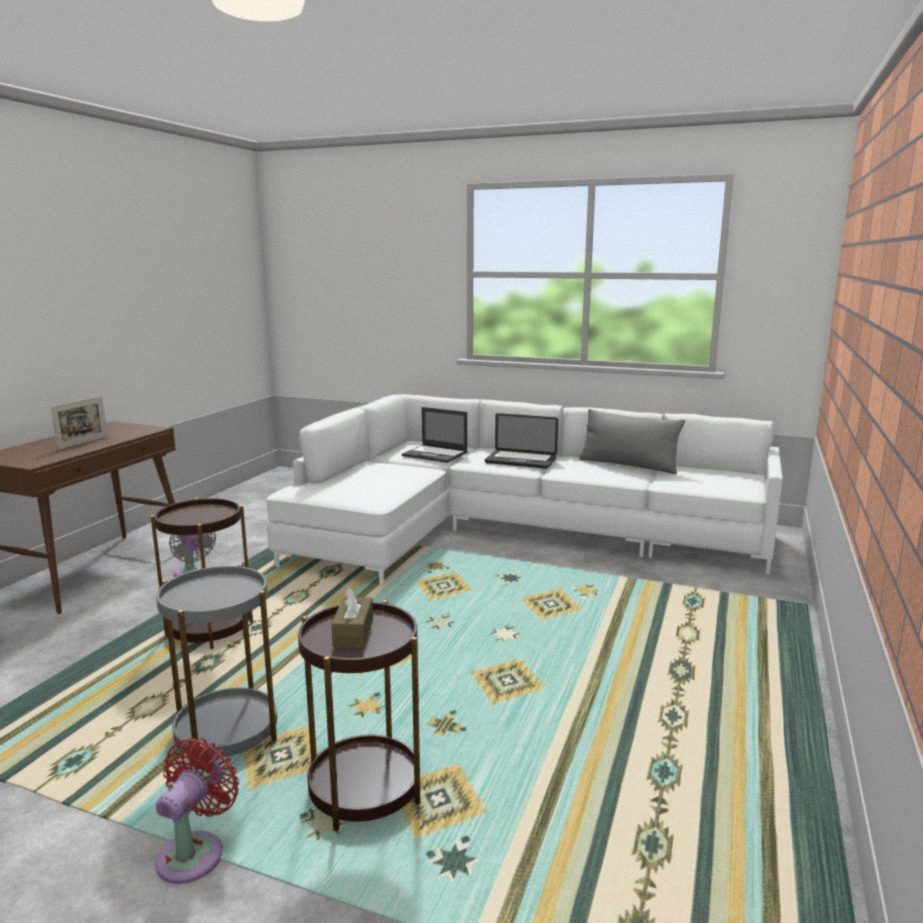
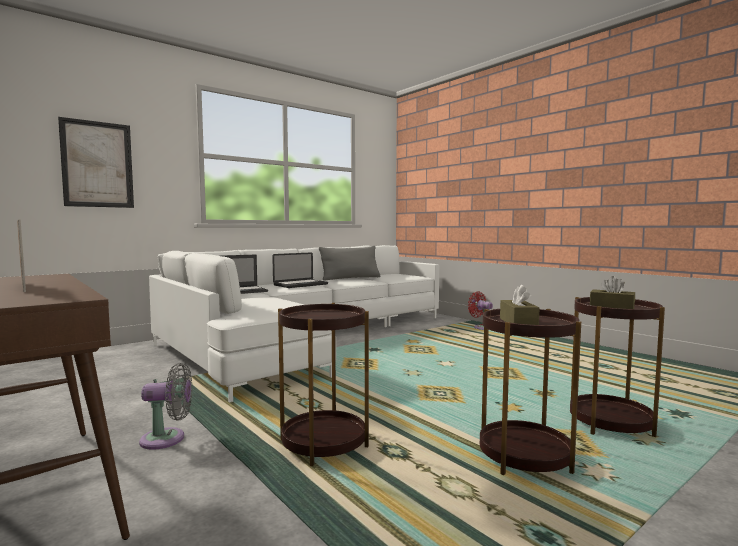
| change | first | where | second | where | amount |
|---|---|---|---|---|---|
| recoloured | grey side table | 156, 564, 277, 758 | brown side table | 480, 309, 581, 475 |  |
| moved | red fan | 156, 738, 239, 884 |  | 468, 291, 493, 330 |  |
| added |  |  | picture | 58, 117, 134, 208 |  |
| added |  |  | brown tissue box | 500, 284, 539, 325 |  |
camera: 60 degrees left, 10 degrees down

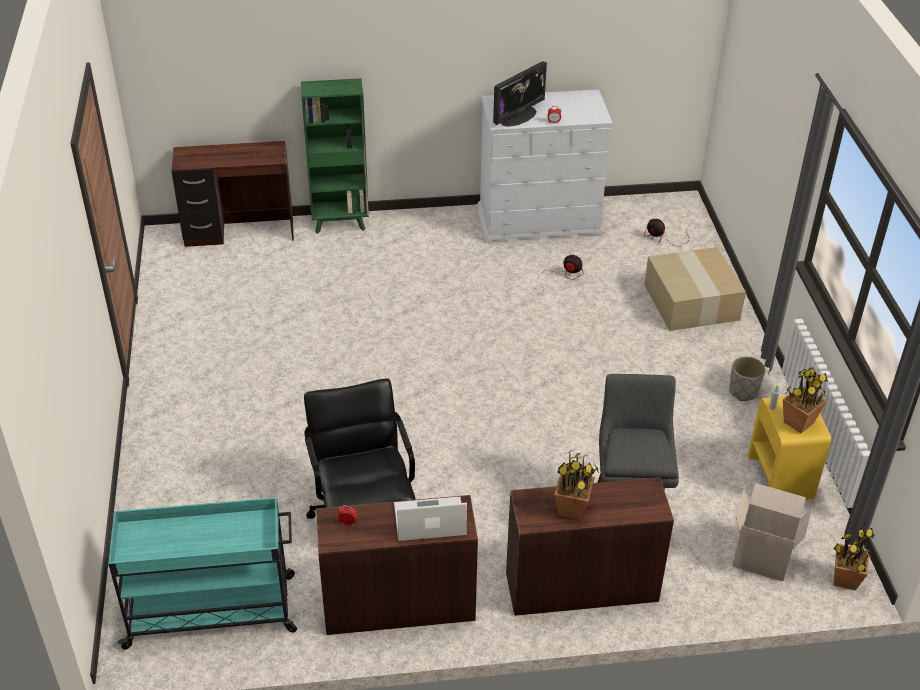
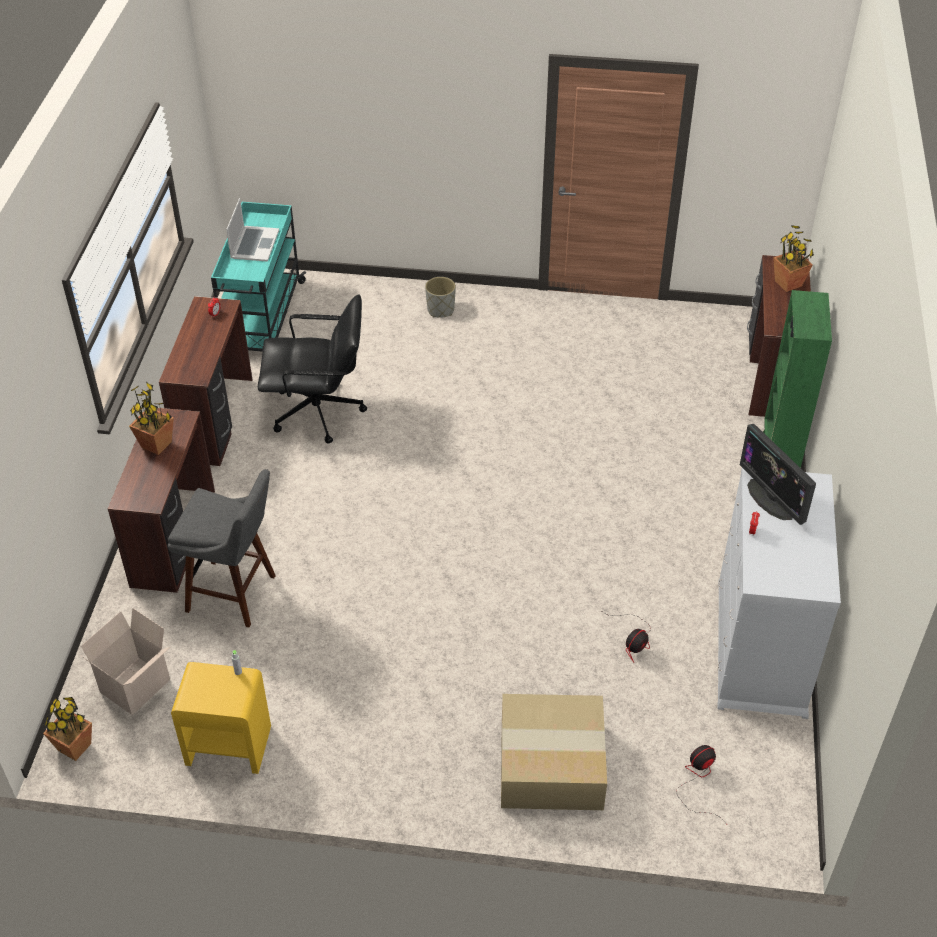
| change | first | where | second | where | amount |
|---|---|---|---|---|---|
| moved | laptop | 394, 497, 467, 541 |  | 226, 198, 279, 262 |  |
| moved | grey planter | 729, 357, 765, 401 |  | 425, 277, 456, 318 |  |
| moved | potted plant | 783, 368, 828, 433 |  | 773, 225, 814, 292 |  |
camera: 105 degrees right, 5 degrees up

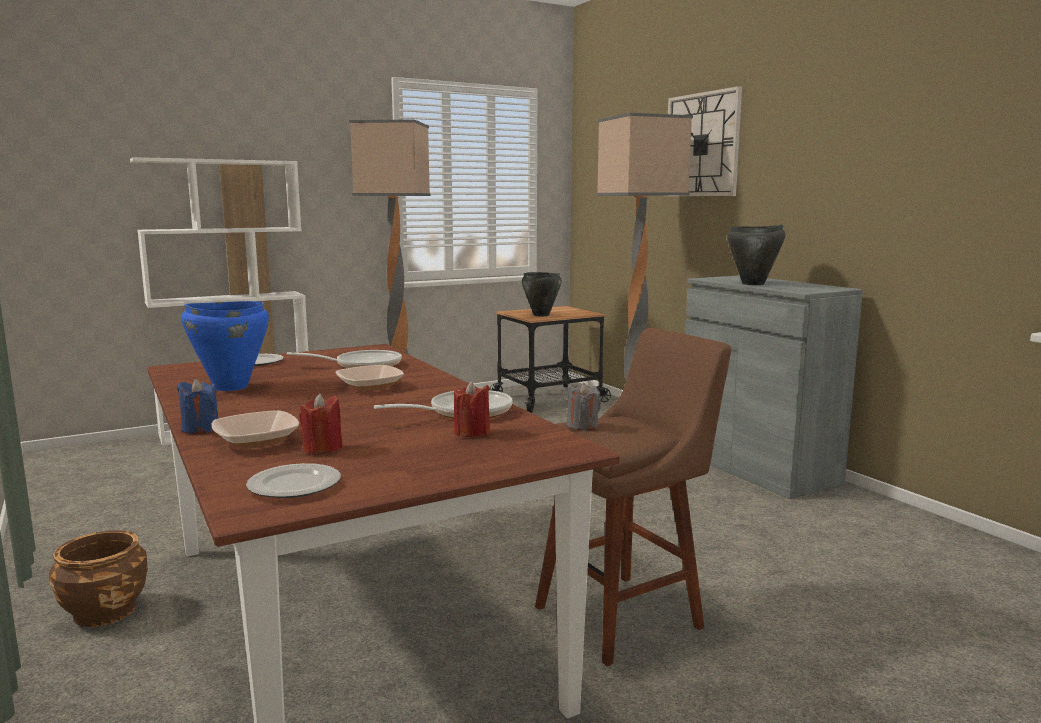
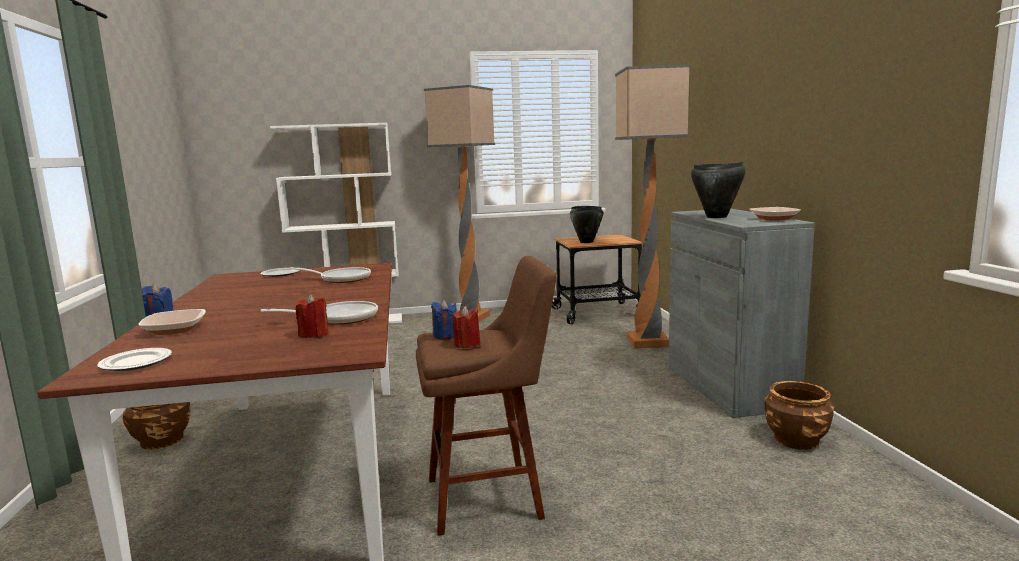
| change | first | where | second | where | amount |
|---|---|---|---|---|---|
| removed | blue cooking pot | 181, 301, 269, 391 |  |  |  |
| moved | red candle | 299, 393, 343, 455 |  | 452, 306, 480, 348 |  |
| moved | bowl | 336, 365, 404, 391 |  | 749, 207, 801, 221 |  |
| recoloured | grey candle | 567, 383, 601, 430 | blue candle | 431, 300, 457, 339 |  |
| removed | wall clock | 668, 86, 742, 196 |  |  |  |
| added |  |  | brown planter | 765, 381, 834, 450 |  |
camera: 20 degrees right, 0 degrees up

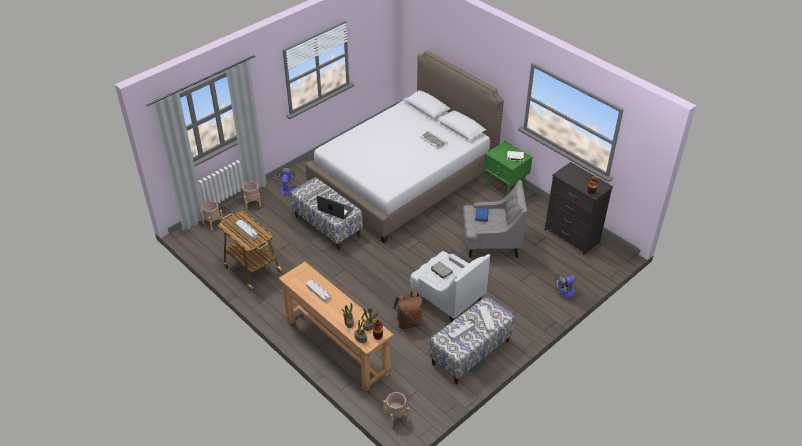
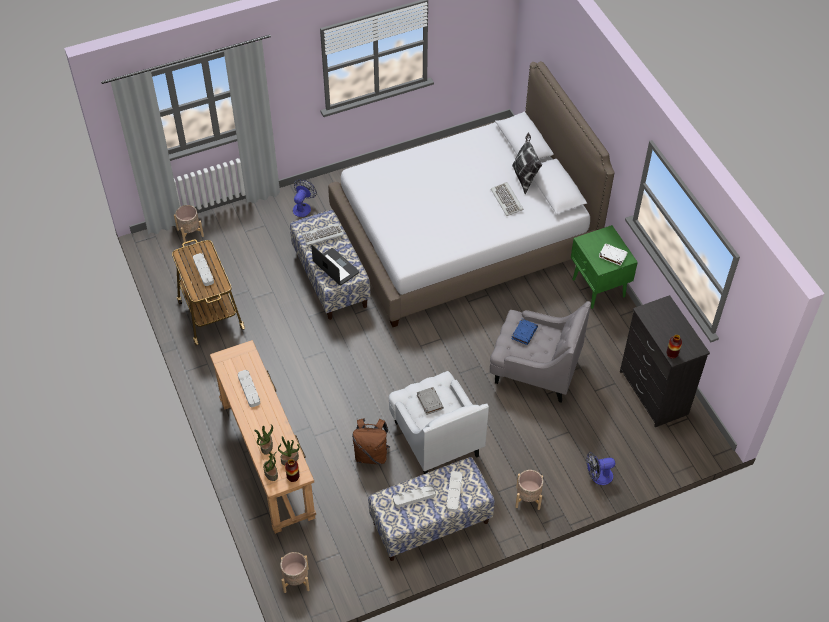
| change | first | where | second | where | amount |
|---|---|---|---|---|---|
| moved | beige planter | 242, 181, 261, 209 |  | 515, 470, 543, 510 |  |
| added |  |  | pillow | 512, 132, 542, 194 |  |
camera: 20 degrees right, 10 degrees up

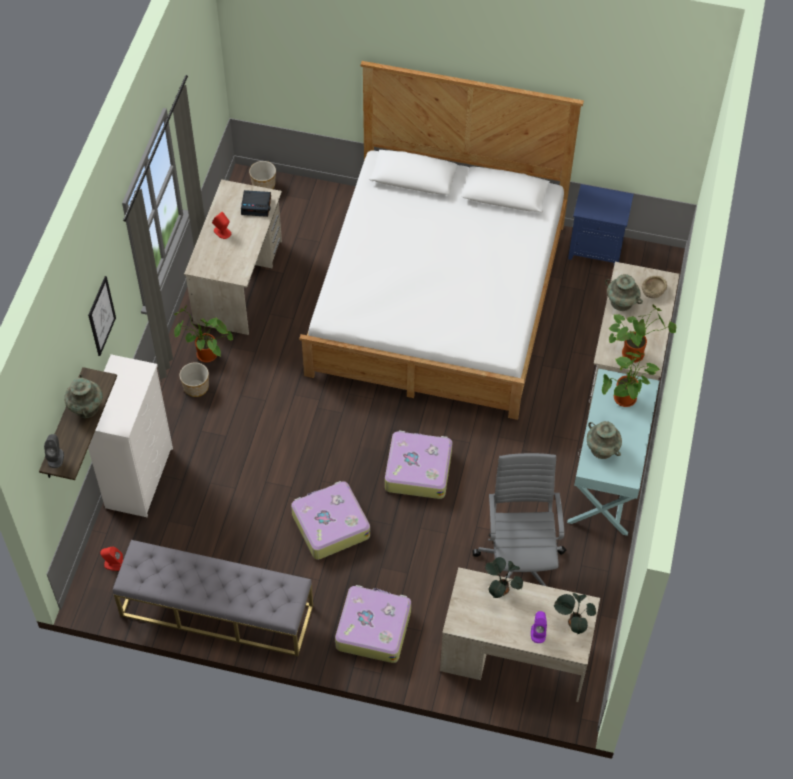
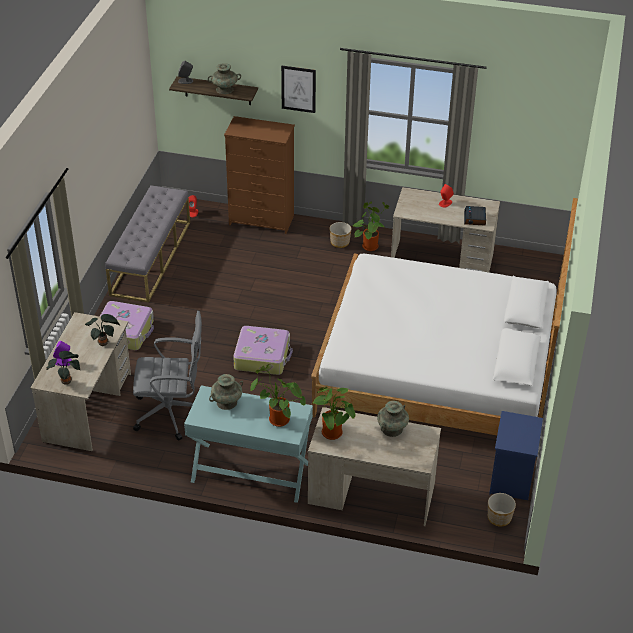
| change | first | where | second | where | amount |
|---|---|---|---|---|---|
| recoloured | white dresser | 88, 354, 173, 517 | brown dresser | 224, 116, 295, 234 |  |
| moved | planter | 249, 161, 276, 189 |  | 488, 493, 516, 527 |  |
| removed | suitcase | 291, 481, 370, 560 |  |  |  |
| removed | beige bowl | 642, 276, 667, 298 |  |  |  |
camera: 90 degrees right, 15 degrees down

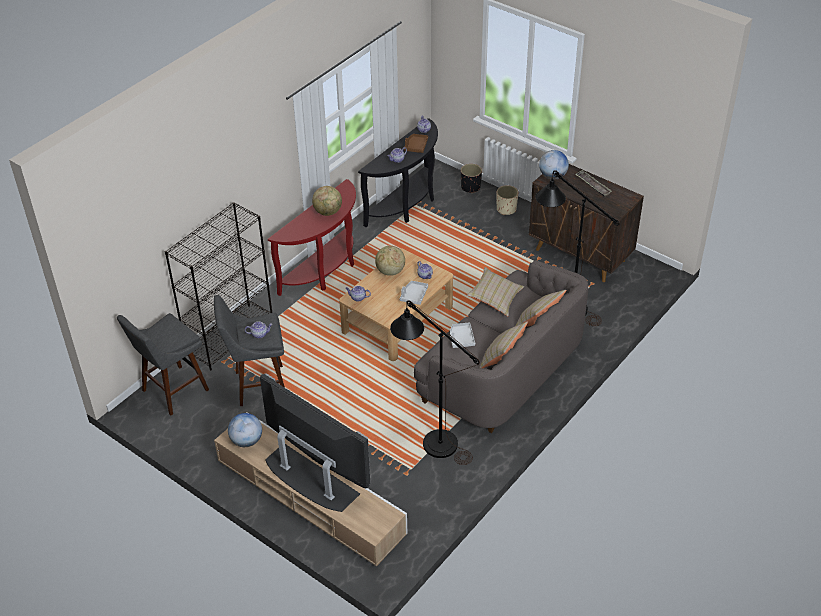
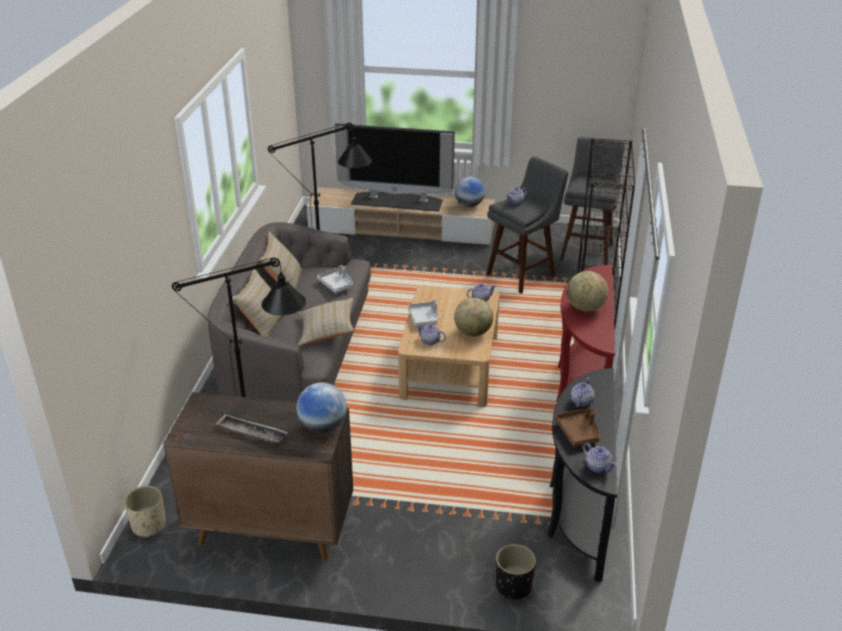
| change | first | where | second | where | amount |
|---|---|---|---|---|---|
| moved | beige planter | 496, 185, 518, 215 |  | 124, 486, 166, 538 |  |
camera: 150 degrees right, 10 degrees down

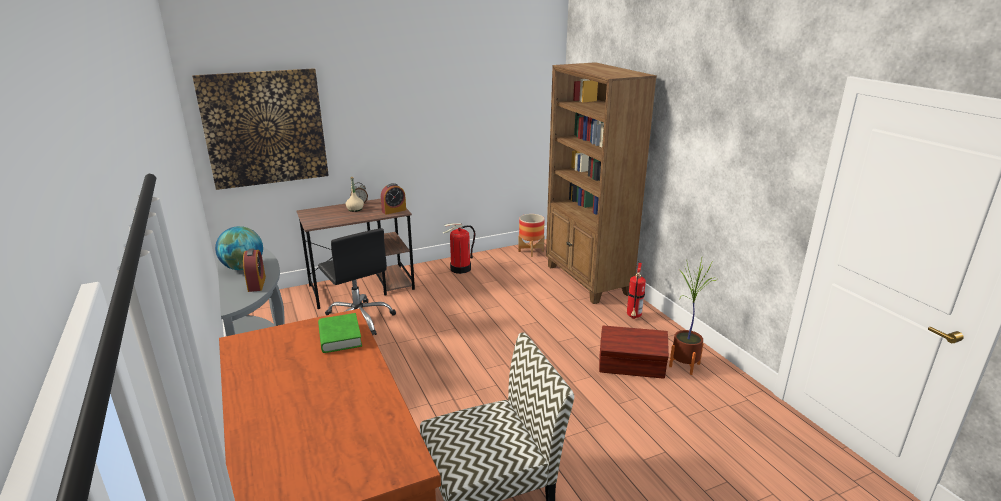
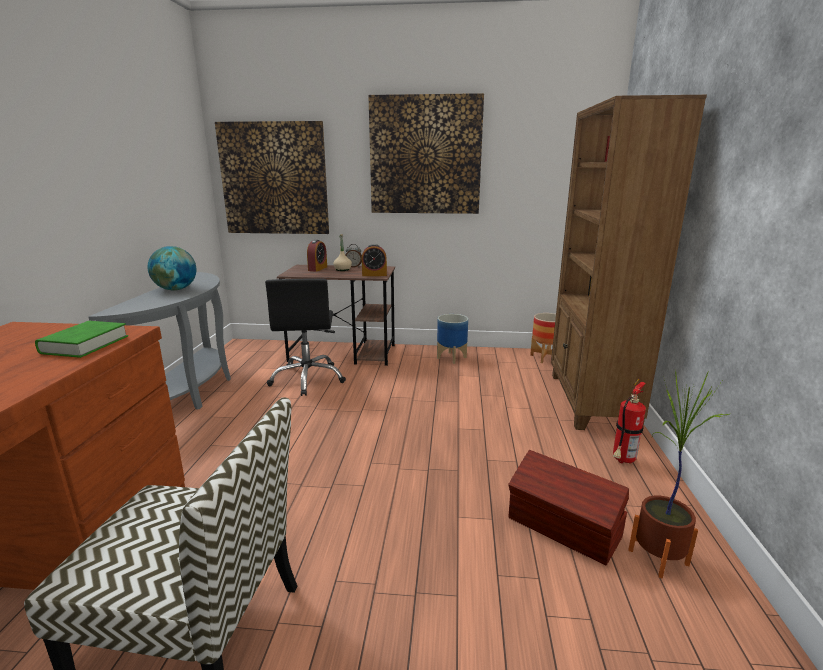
| change | first | where | second | where | amount |
|---|---|---|---|---|---|
| moved | alarm clock | 243, 248, 266, 292 |  | 307, 240, 327, 272 |  |
| replaced | fire extinguisher | 442, 223, 475, 274 | planter | 437, 314, 468, 364 |  |
| added |  |  | picture | 368, 93, 484, 214 |  |
camera: 30 degrees right, 5 degrees down

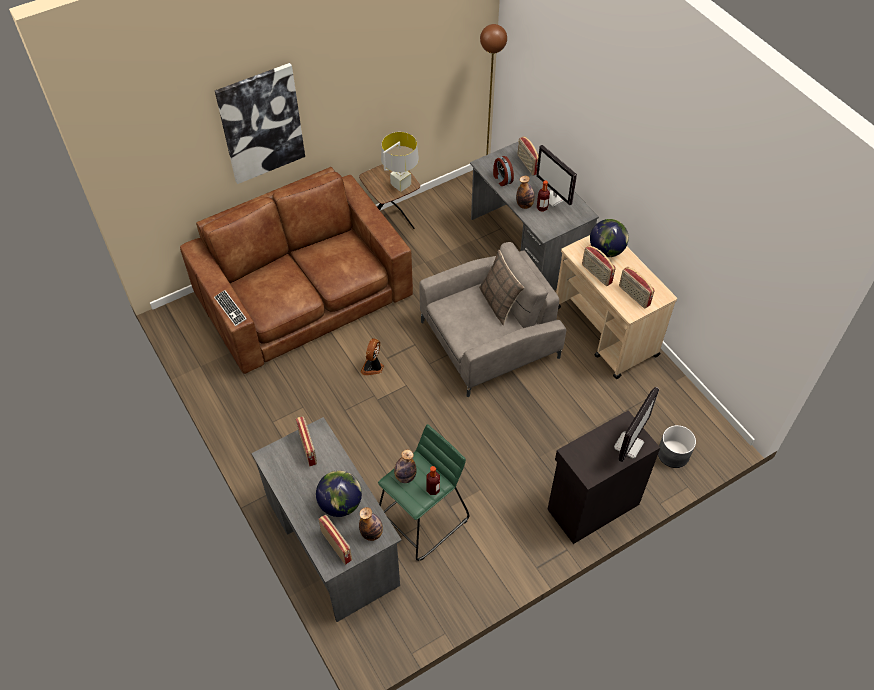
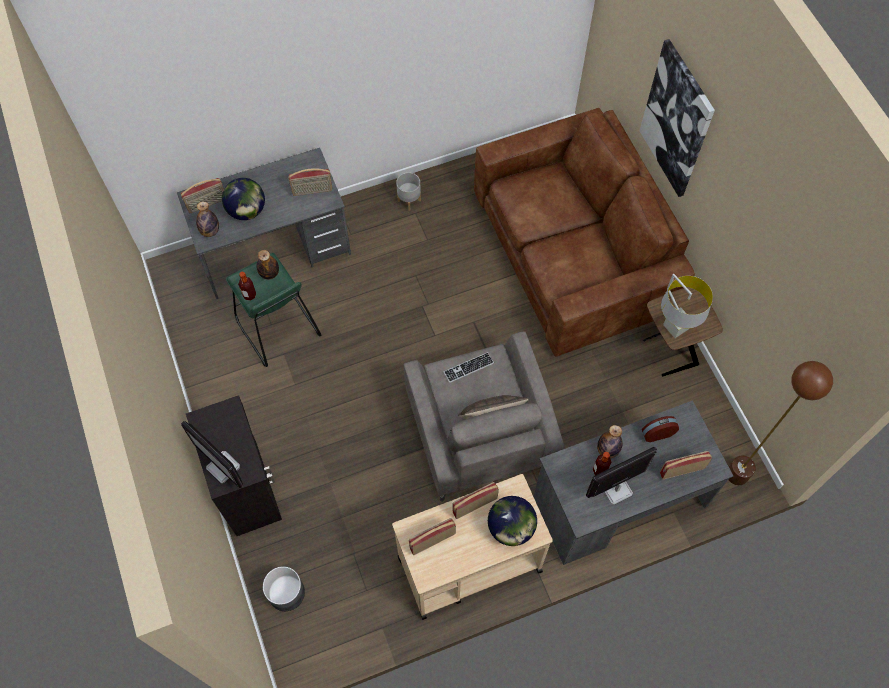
| change | first | where | second | where | amount |
|---|---|---|---|---|---|
| moved | keyboard | 214, 290, 247, 326 |  | 443, 352, 494, 383 |  |
| removed | fan | 360, 338, 384, 375 |  |  |  |
| added |  |  | grey planter | 396, 172, 421, 211 |  |
camera: 100 degrees right, 10 degrees up

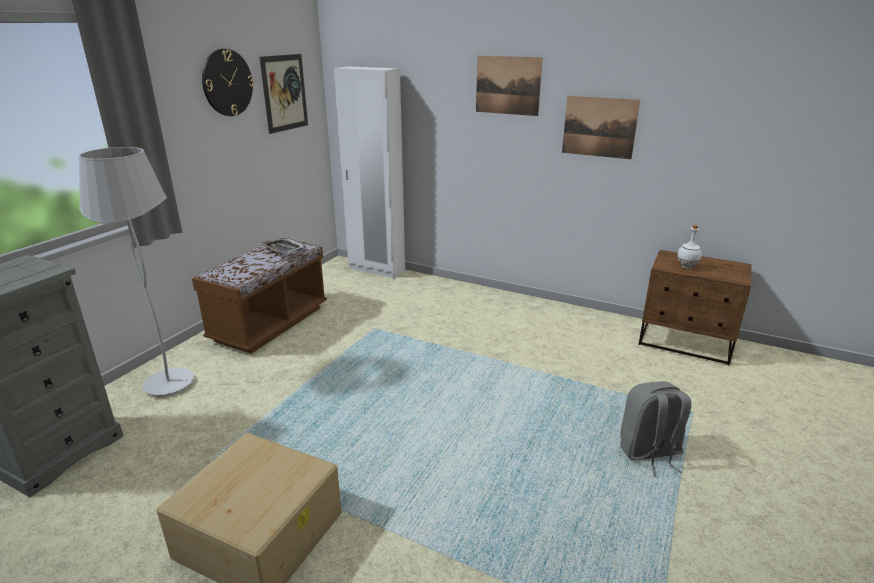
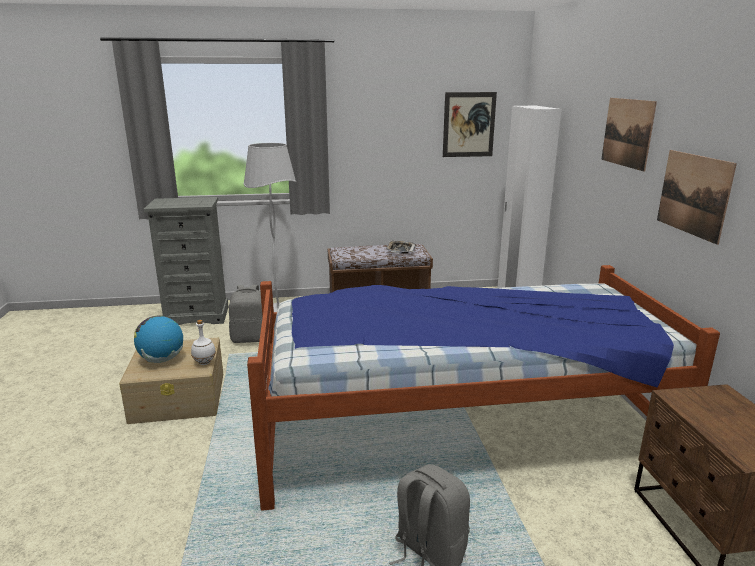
| change | first | where | second | where | amount |
|---|---|---|---|---|---|
| removed | wall clock | 202, 49, 254, 116 |  |  |  |
| moved | white bottle | 677, 225, 701, 269 |  | 191, 320, 216, 365 |  |
| added |  |  | globe | 134, 315, 183, 363 |  |
| added |  |  | grey backpack | 229, 285, 263, 343 |  |
| added |  |  | bed | 247, 265, 720, 511 |  |
camera: 55 degrees right, 5 degrees down

